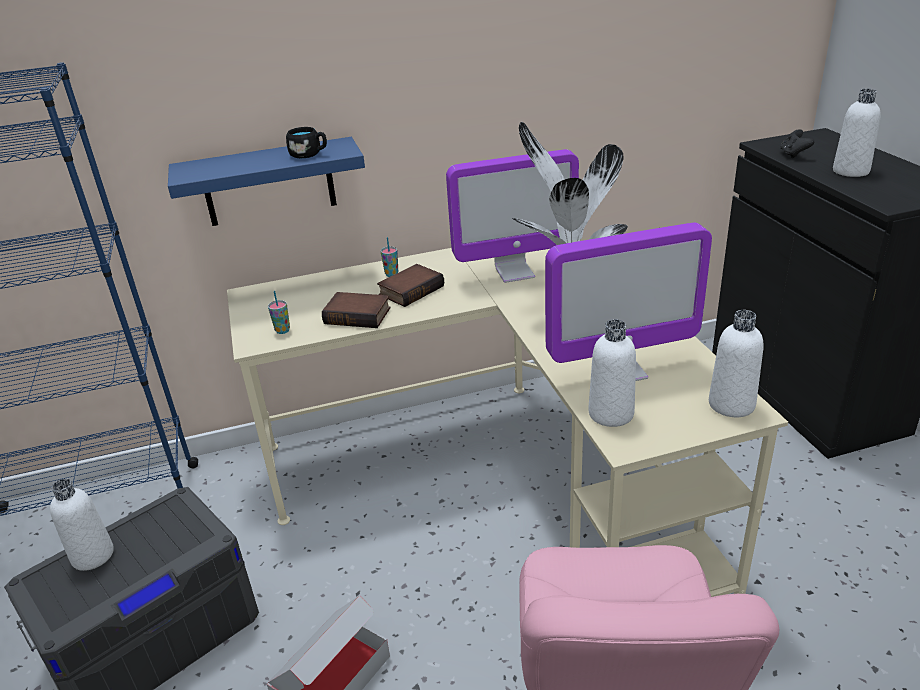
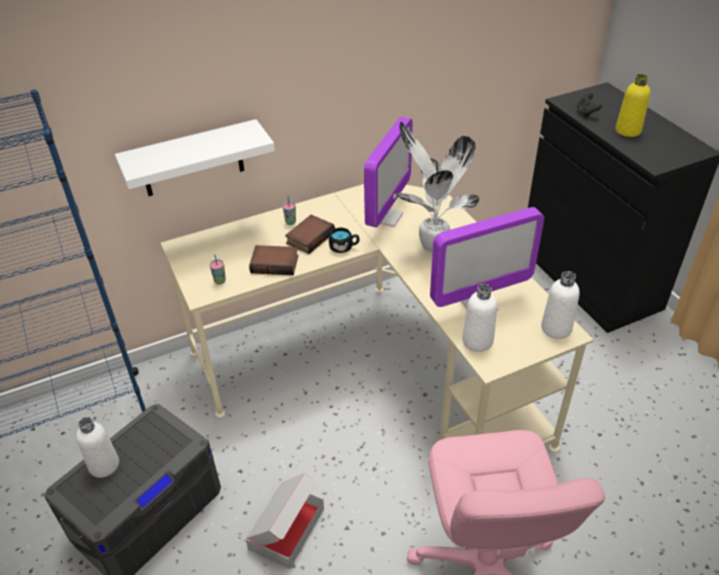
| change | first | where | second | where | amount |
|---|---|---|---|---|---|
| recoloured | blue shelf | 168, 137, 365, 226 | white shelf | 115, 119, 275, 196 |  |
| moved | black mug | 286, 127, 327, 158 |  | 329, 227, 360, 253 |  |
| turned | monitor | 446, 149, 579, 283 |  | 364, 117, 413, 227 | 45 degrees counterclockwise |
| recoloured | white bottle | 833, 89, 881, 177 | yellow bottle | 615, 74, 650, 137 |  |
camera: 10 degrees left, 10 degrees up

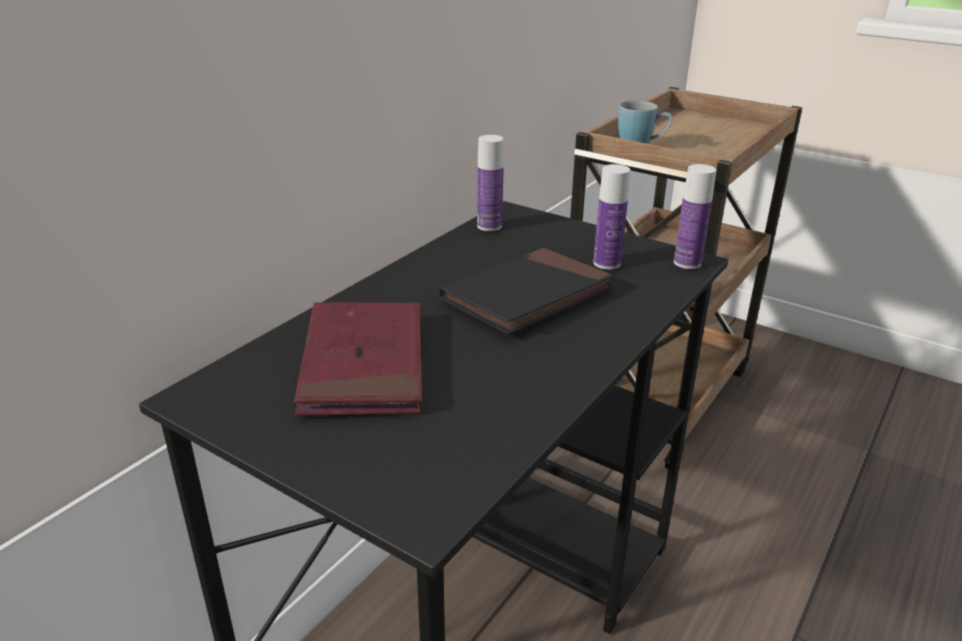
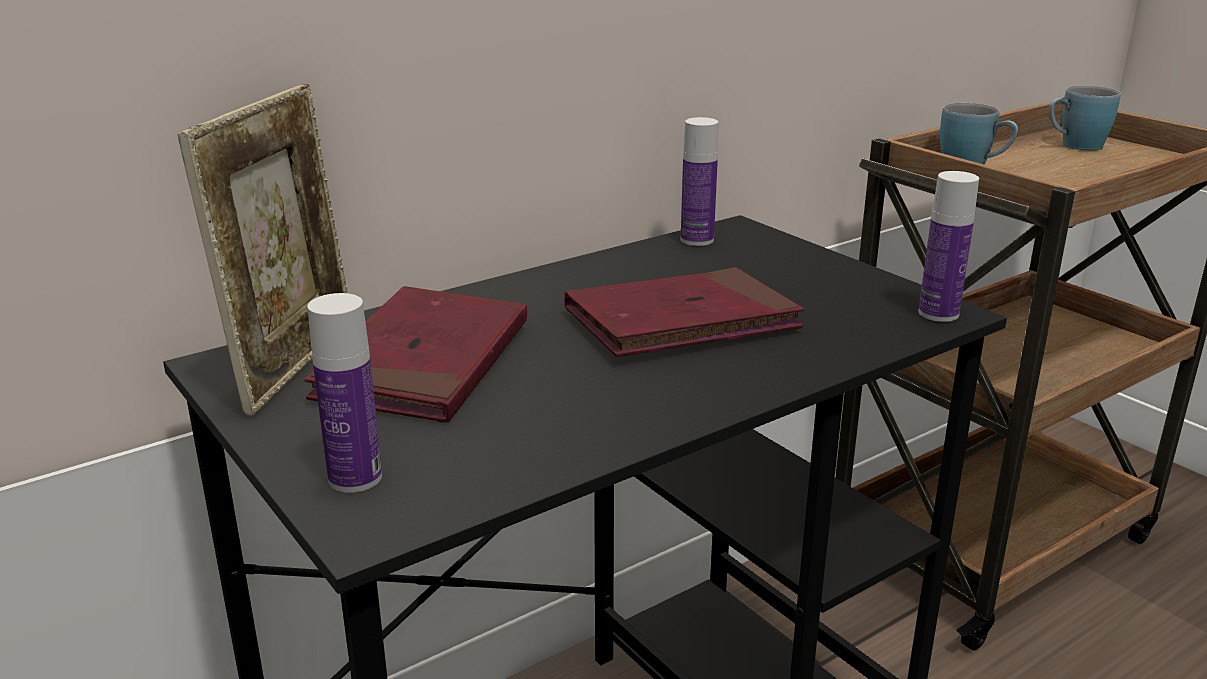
| change | first | where | second | where | amount |
|---|---|---|---|---|---|
| recoloured | black book | 439, 248, 614, 335 | red book | 565, 267, 804, 357 |  |
| moved | bottle | 593, 164, 630, 270 |  | 307, 293, 382, 493 |  |
| added |  |  | picture frame | 178, 84, 348, 416 |  |
| added |  |  | blue mug | 1049, 86, 1121, 150 |  |
camera: 20 degrees right, 5 degrees down

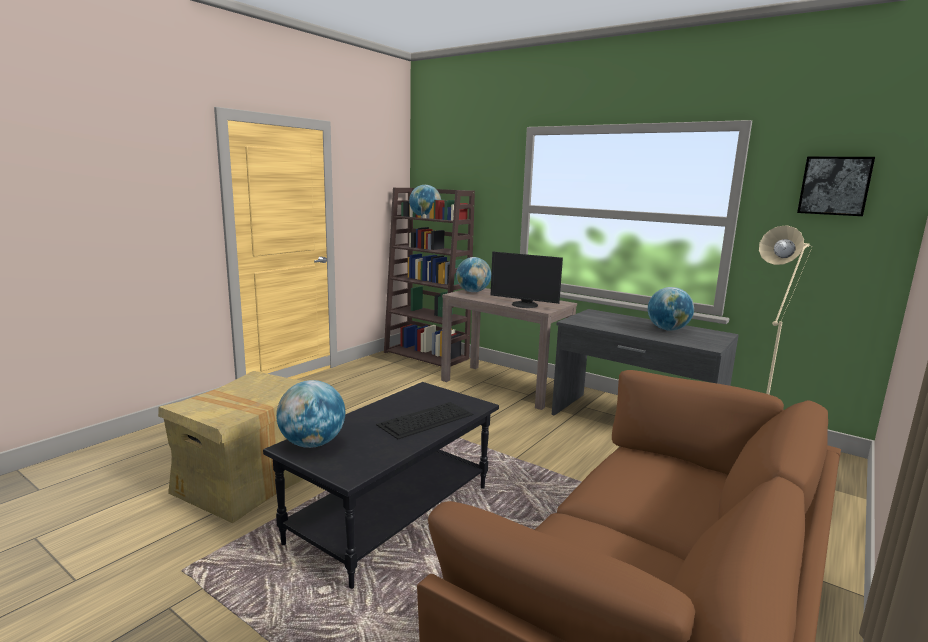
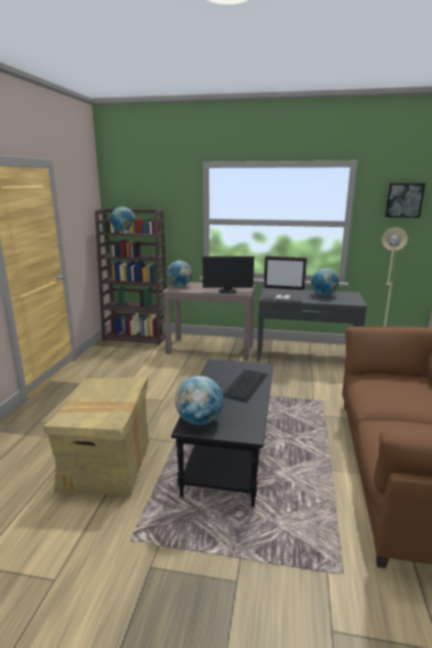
| change | first | where | second | where | amount |
|---|---|---|---|---|---|
| added |  |  | monitor | 264, 256, 307, 300 |  |
camera: 25 degrees left, 5 degrees up

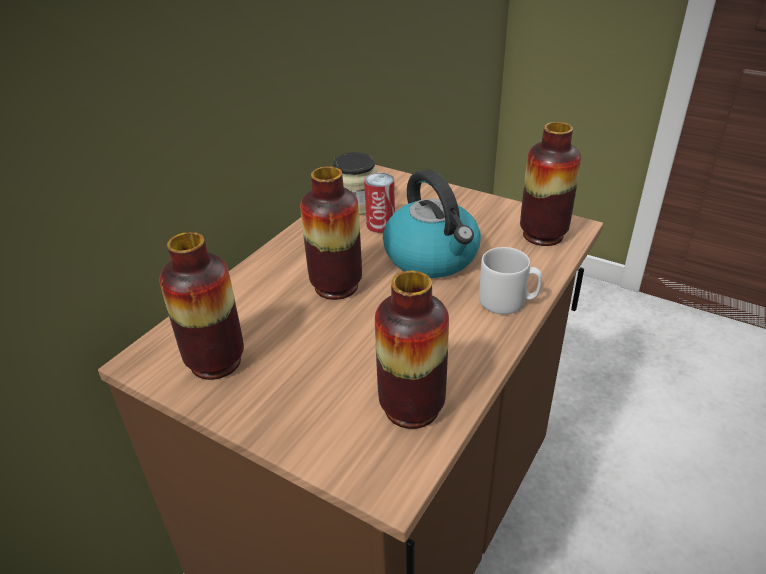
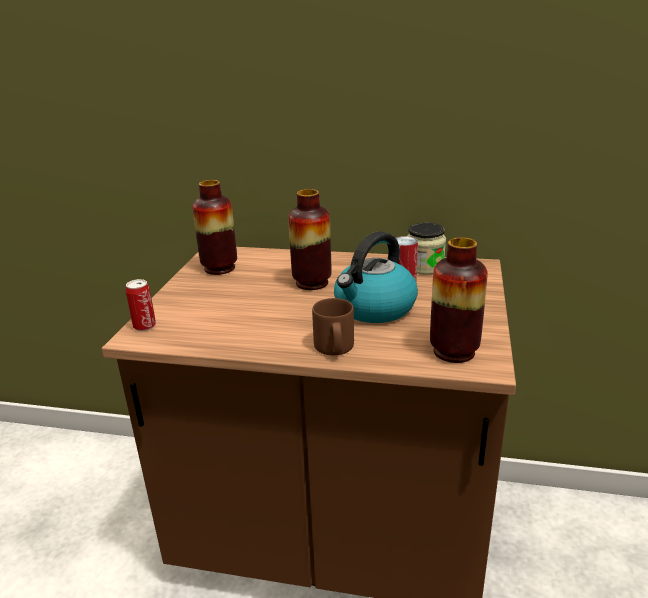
| change | first | where | second | where | amount |
|---|---|---|---|---|---|
| removed | vase | 375, 271, 449, 429 |  |  |  |
| recoloured | grey mug | 479, 247, 542, 314 | brown mug | 312, 298, 354, 355 |  |
| added |  |  | can | 126, 279, 156, 331 |  |
camera: 70 degrees right, 10 degrees down

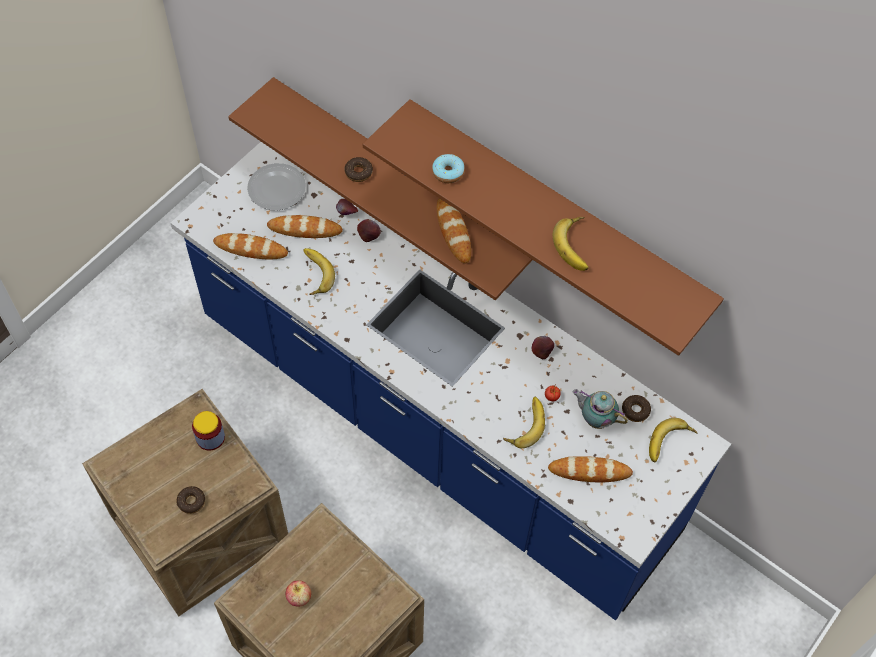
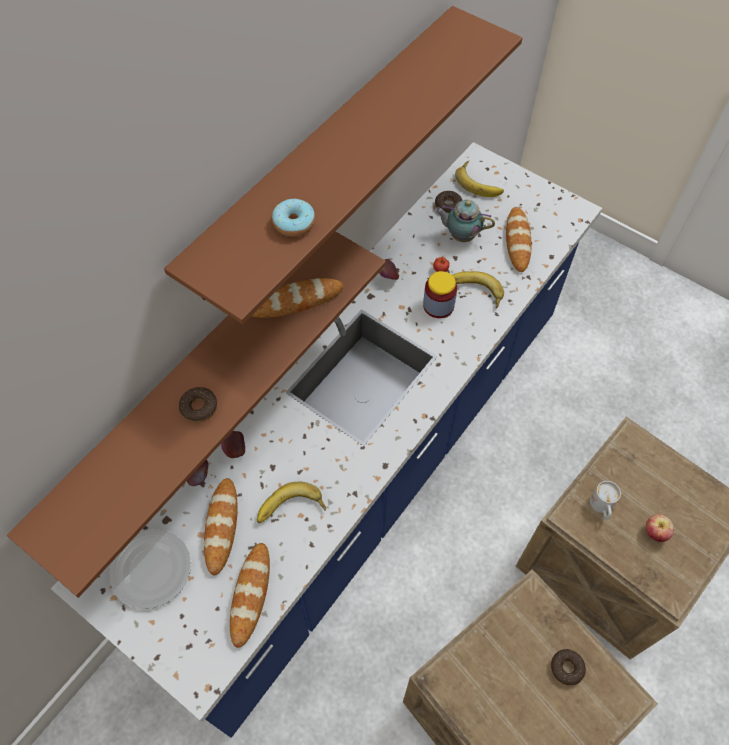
| change | first | where | second | where | amount |
|---|---|---|---|---|---|
| moved | jar | 192, 411, 225, 451 |  | 423, 271, 457, 318 |  |
| removed | banana | 553, 217, 588, 271 |  |  |  |
| turned | teapot | 572, 389, 628, 429 |  | 434, 200, 495, 242 | 75 degrees clockwise |
| added |  |  | white mug | 590, 481, 621, 520 |  |
camera: 90 degrees left, 0 degrees up

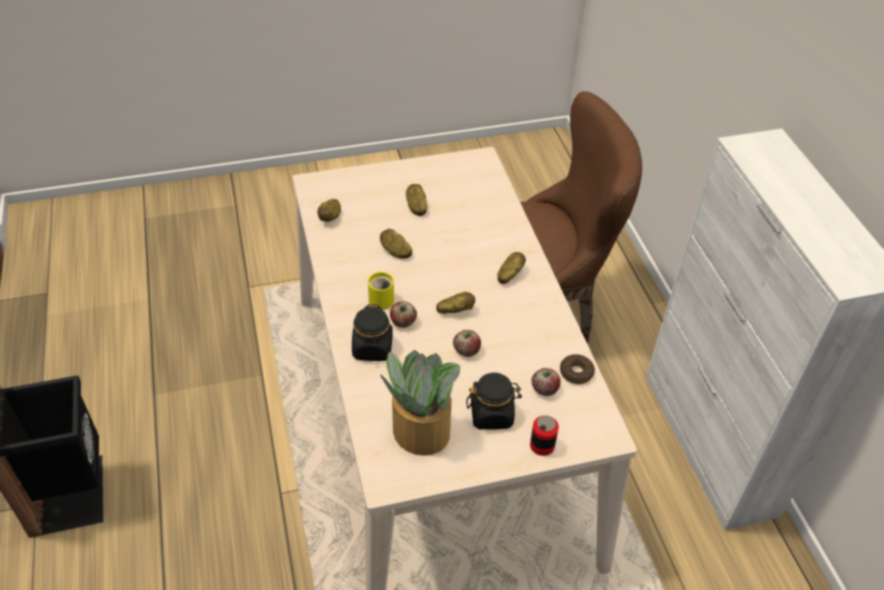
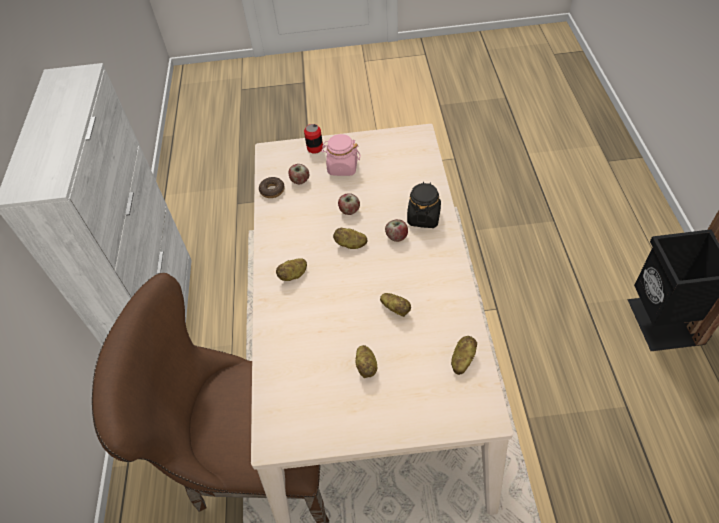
| change | first | where | second | where | amount |
|---|---|---|---|---|---|
| removed | yellow mug | 368, 271, 394, 310 |  |  |  |
| removed | potted plant | 381, 350, 460, 456 |  |  |  |
| recoloured | black jar | 466, 373, 522, 430 | pink jar | 321, 134, 360, 176 |  |
camera: 165 degrees left, 5 degrees up

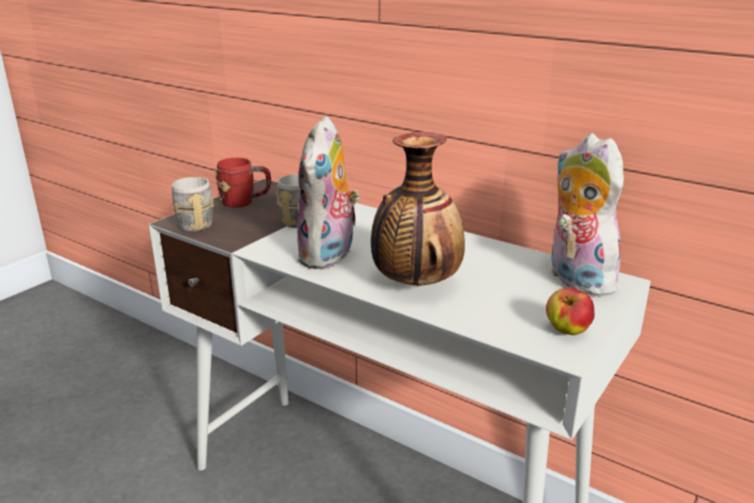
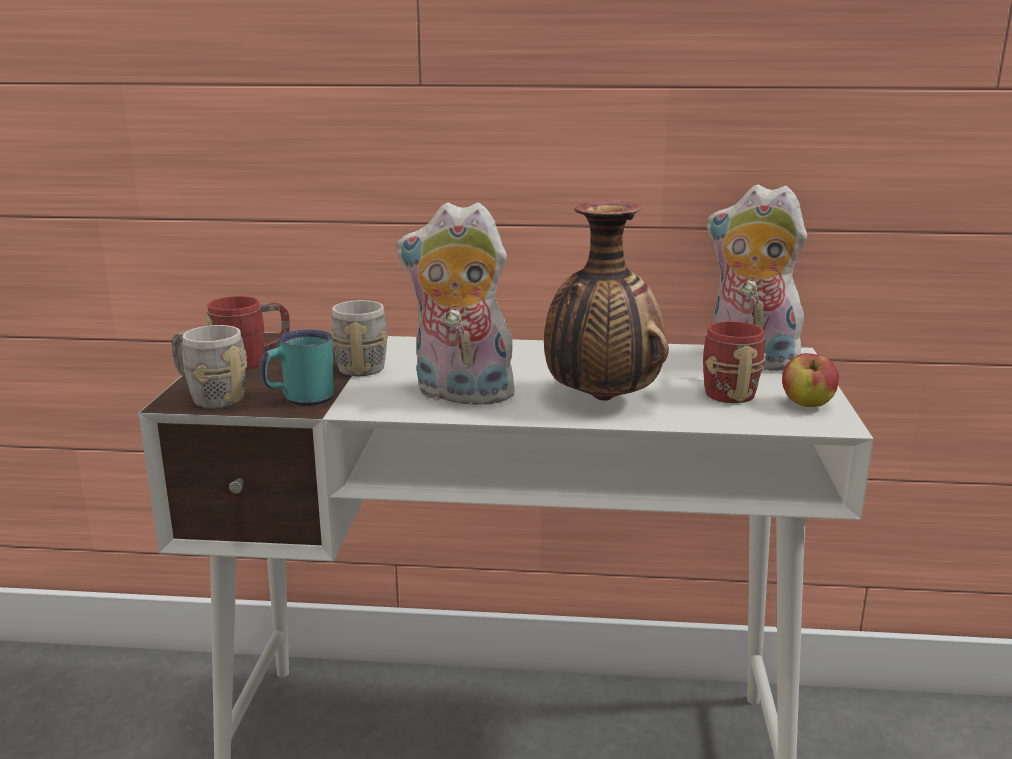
| change | first | where | second | where | amount |
|---|---|---|---|---|---|
| turned | plush toy | 297, 116, 360, 270 |  | 397, 202, 524, 405 | 120 degrees clockwise |
| added |  |  | turquoise mug | 260, 330, 334, 406 |  |
| added |  |  | red mug | 703, 321, 766, 403 |  |
camera: 30 degrees left, 5 degrees down

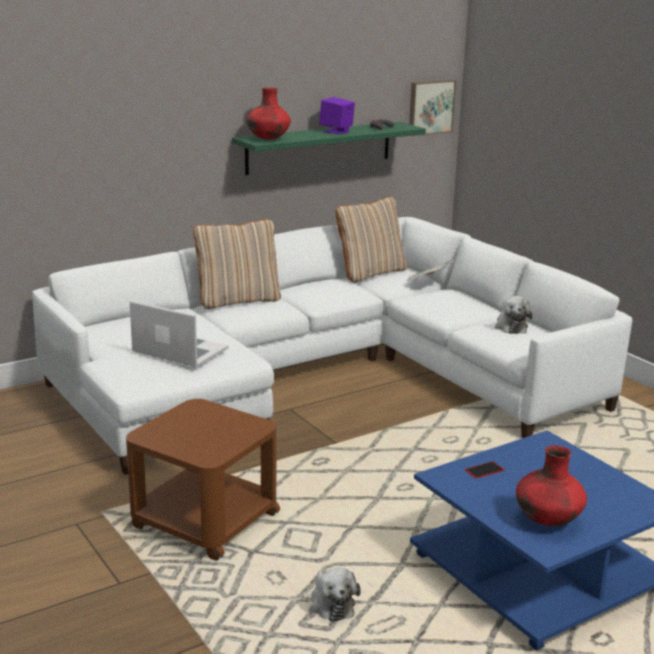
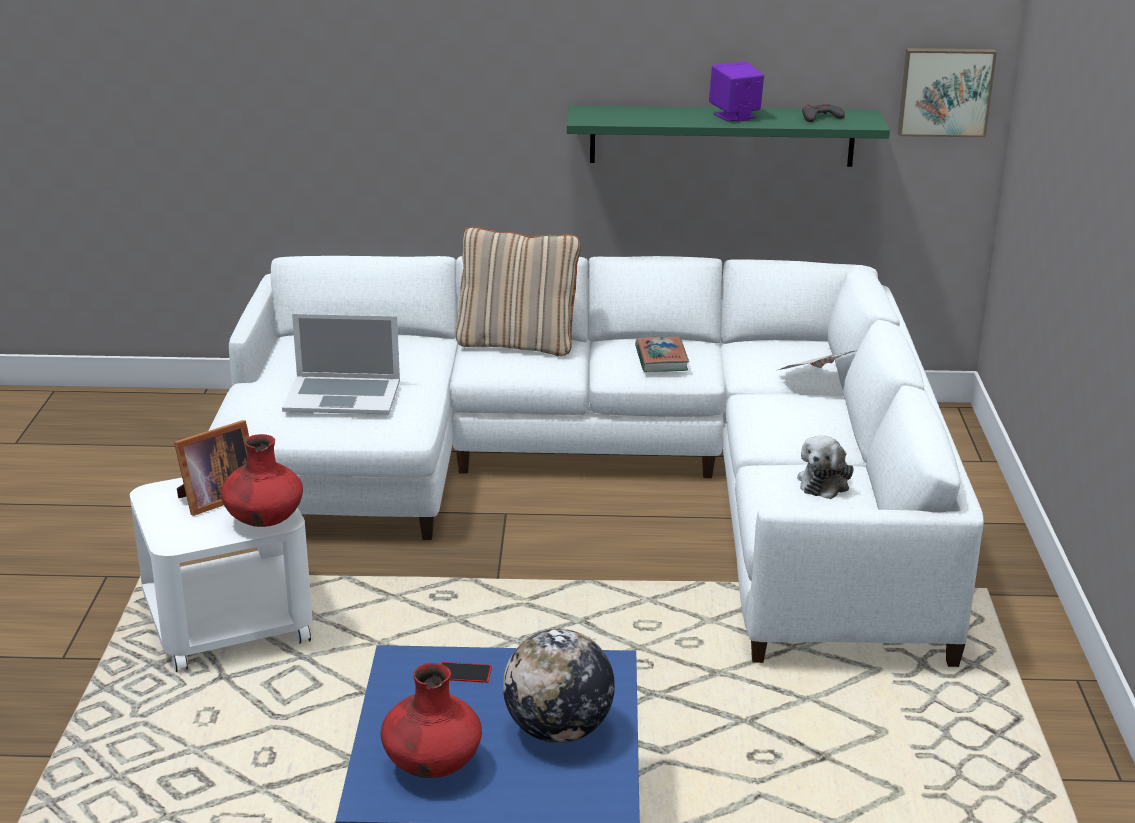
| change | first | where | second | where | amount |
|---|---|---|---|---|---|
| recoloured | brown side table | 126, 399, 280, 561 | white side table | 130, 478, 312, 672 |  |
| turned | laptop | 130, 300, 229, 367 |  | 282, 314, 400, 414 | 120 degrees clockwise |
| moved | red vase | 246, 88, 291, 140 |  | 221, 434, 303, 527 |  |
| removed | plush toy | 309, 568, 361, 622 |  |  |  |
| removed | beige pillow | 336, 197, 408, 283 |  |  |  |
| added |  |  | picture frame | 174, 420, 249, 516 |  |
| added |  |  | globe | 503, 629, 615, 743 |  |
| added |  |  | book | 635, 336, 689, 372 |  |
camera: 35 degrees right, 5 degrees up

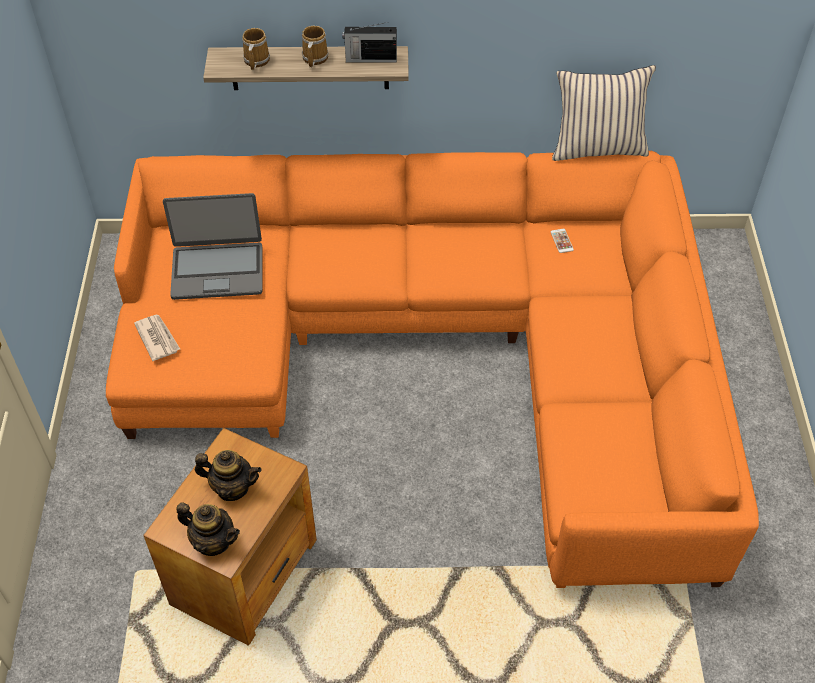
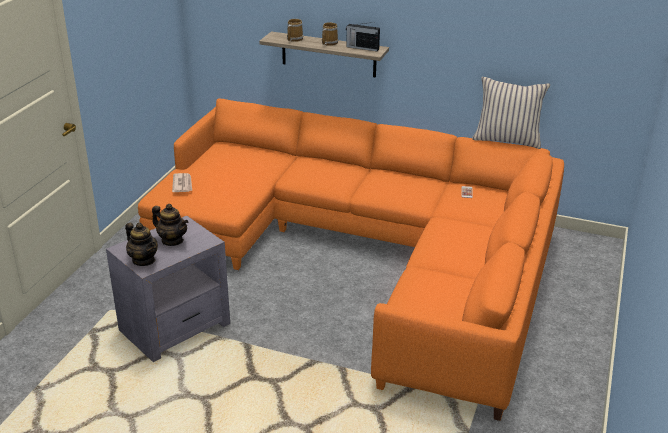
| change | first | where | second | where | amount |
|---|---|---|---|---|---|
| recoloured | brown side table | 143, 428, 317, 646 | grey side table | 106, 216, 230, 362 |  |
| removed | laptop | 163, 193, 262, 300 |  |  |  |
camera: 20 degrees right, 20 degrees down

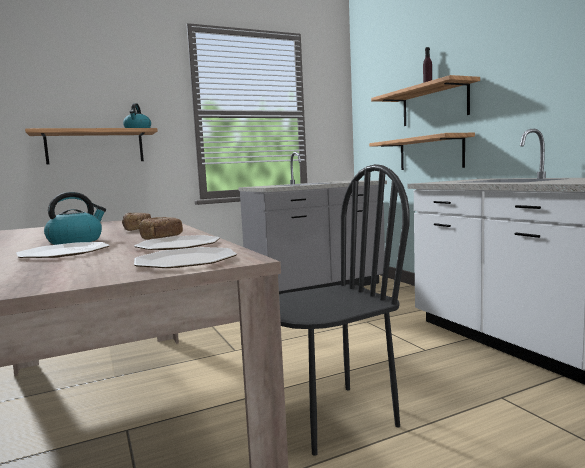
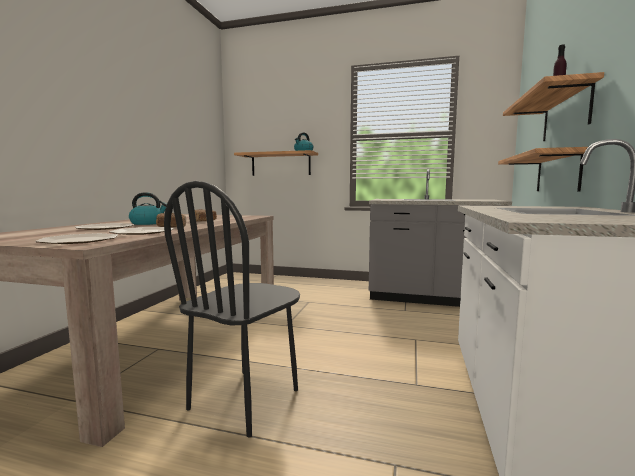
| change | first | where | second | where | amount |
|---|---|---|---|---|---|
| turned | black chair | 279, 164, 410, 456 |  | 164, 181, 300, 438 | 105 degrees clockwise |
camera: 40 degrees right, 0 degrees up

